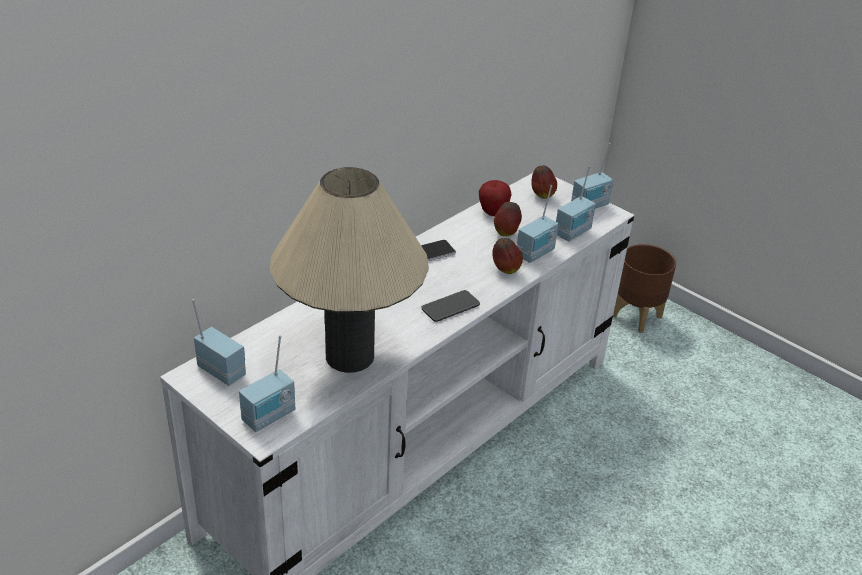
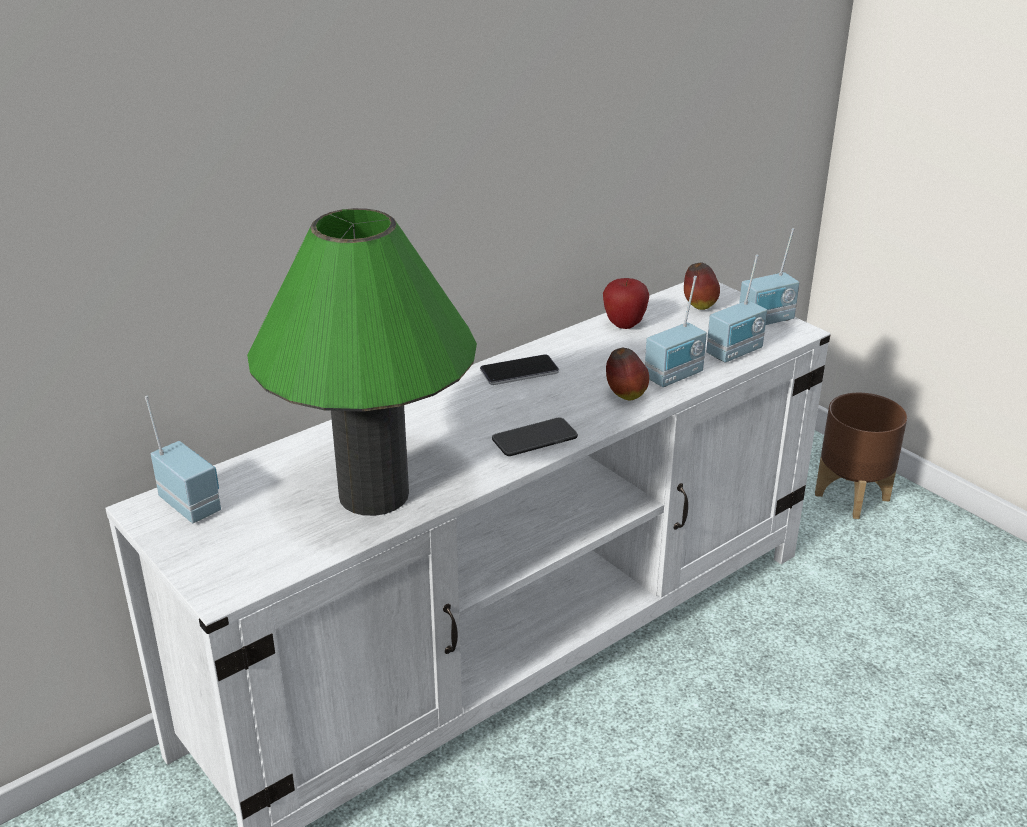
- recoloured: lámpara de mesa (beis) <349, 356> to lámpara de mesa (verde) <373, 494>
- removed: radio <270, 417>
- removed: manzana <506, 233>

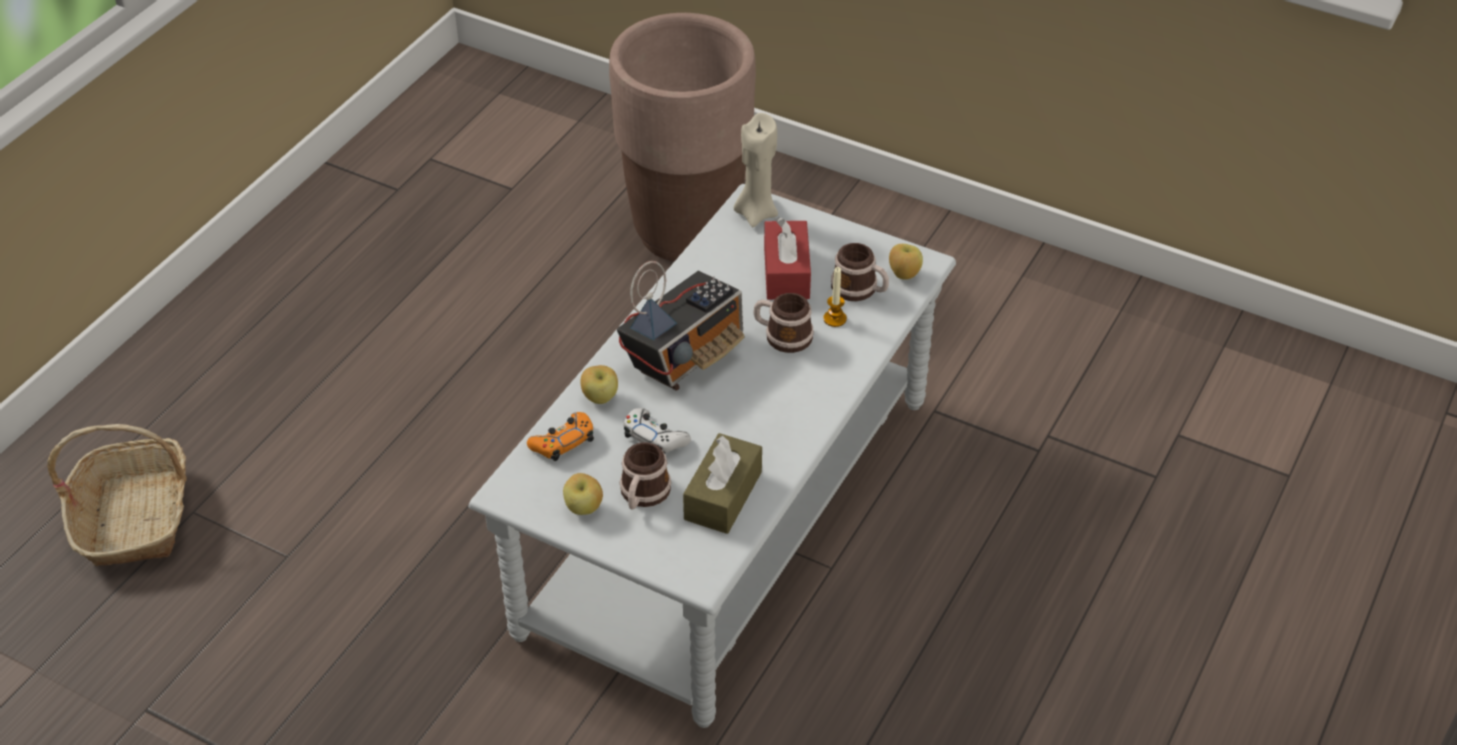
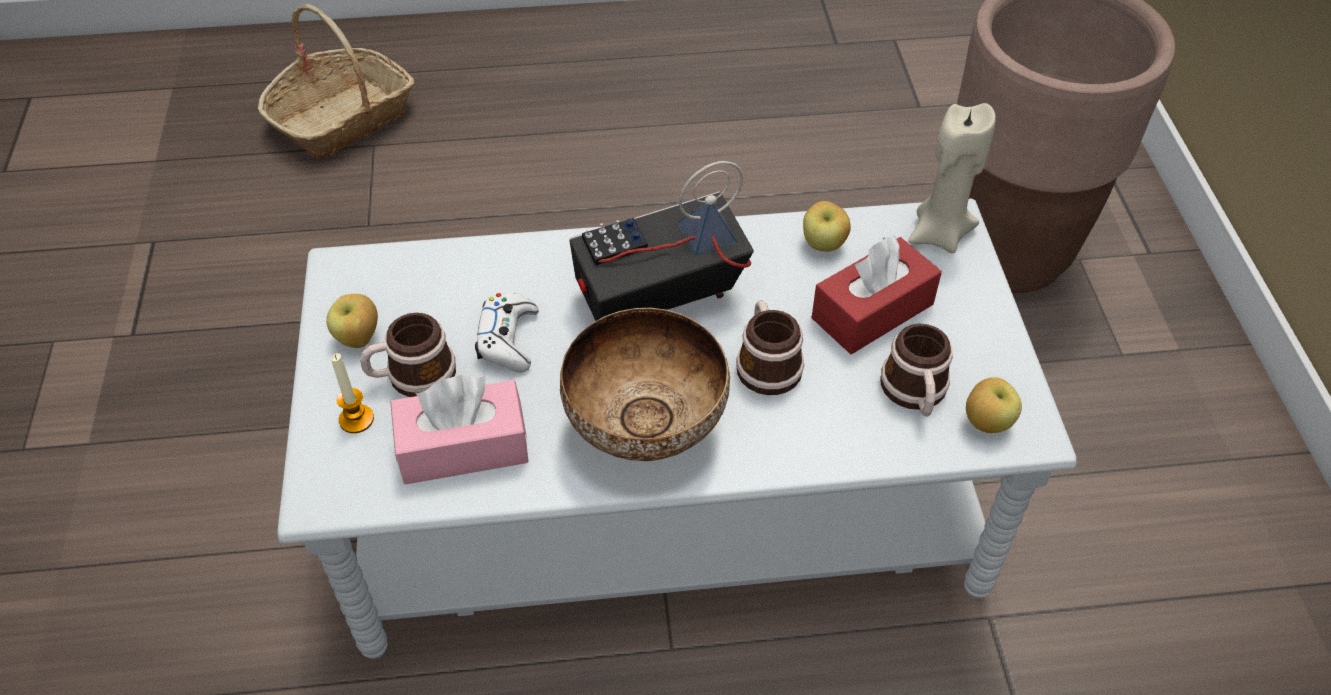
- moved: vela <835, 319> to <356, 419>
- recoloured: caja de pañuelos (marrón) <723, 495> to caja de pañuelos (rosa) <463, 447>
- added: cuenco <646, 430>
- turned: radio <686, 356> = <656, 298> 150 degrees clockwise
- moved: manzana <600, 398> to <823, 245>
- removed: mando de consola (naranja) <563, 442>

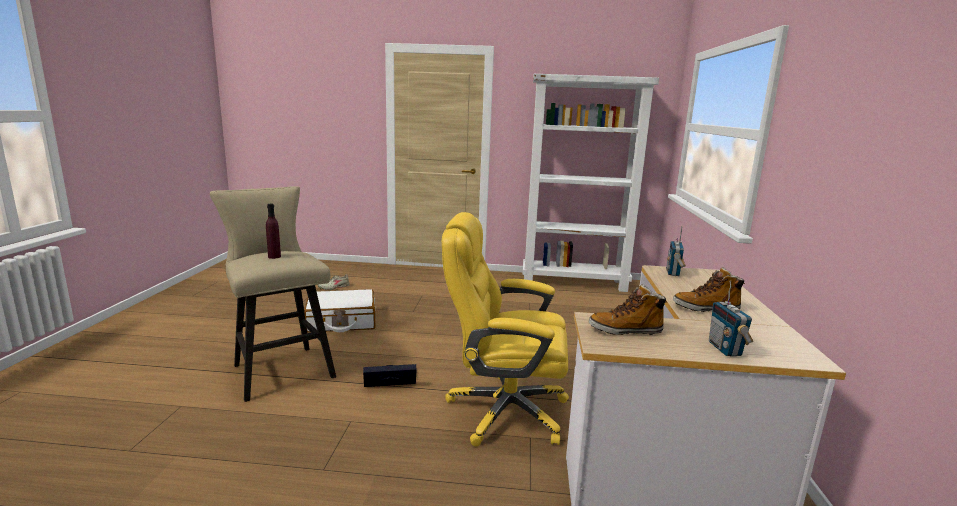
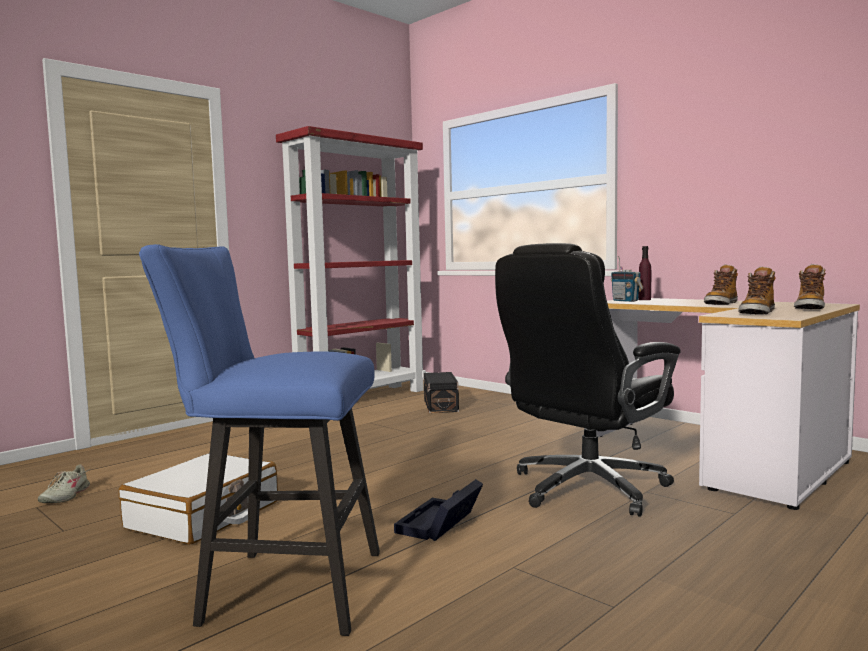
- recoloured: taburete (beis) <280, 369> to taburete (azul) <280, 588>
- recoloured: estantería (blanco) <574, 282> to estantería (rojo) <362, 398>
- added: caja de almacenaje (negro) <441, 405>
- recoloured: silla de oficina (amarillo) <504, 411> to silla de oficina (negro) <586, 489>
- moved: botella (morado) <274, 256> to <644, 299>
- replaced: radio <725, 349> to bota <810, 308>

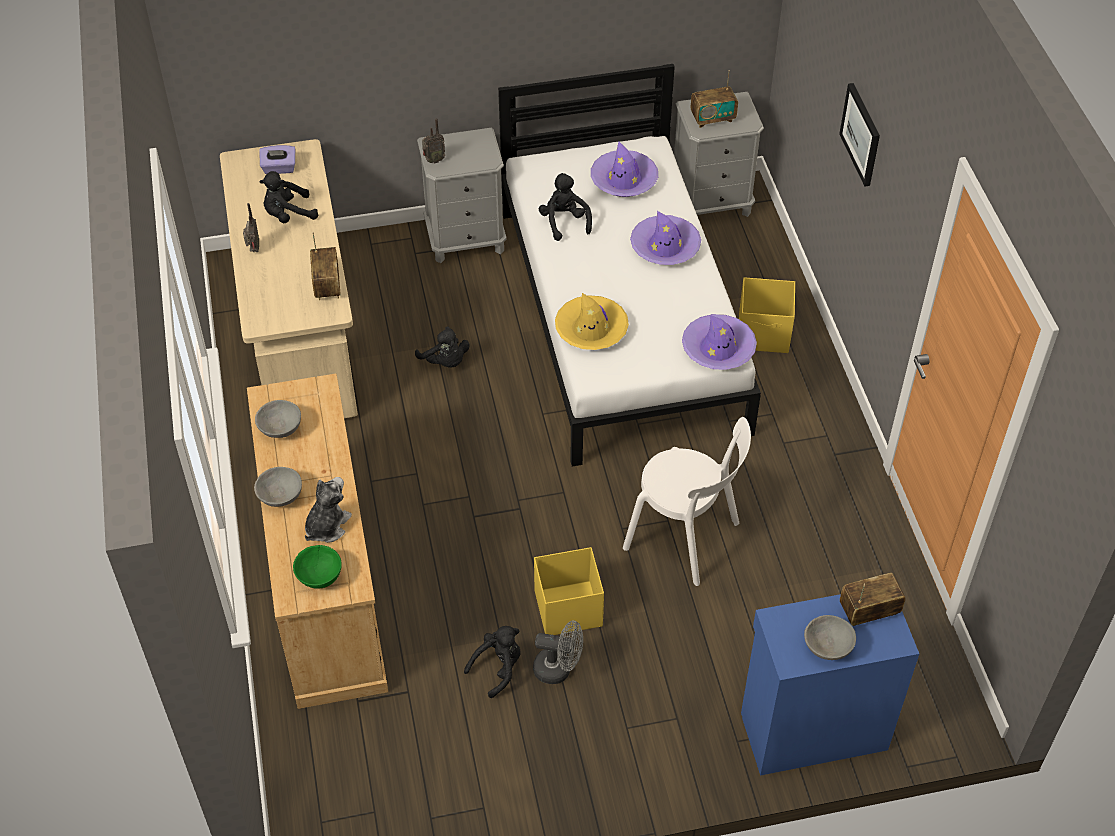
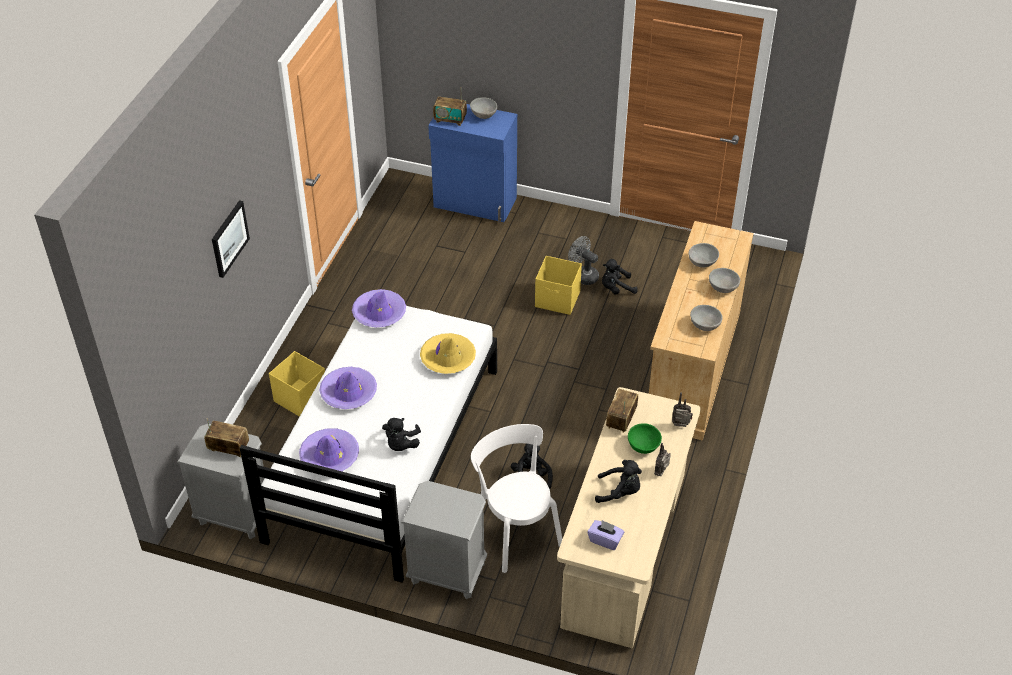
- moved: silla (blanco) <686, 538> to <515, 531>
- moved: cuenco (verde) <319, 577> to <644, 446>
- moved: radio <433, 160> to <681, 427>
- replaced: peluche <326, 526> to cuenco (gris) <702, 263>

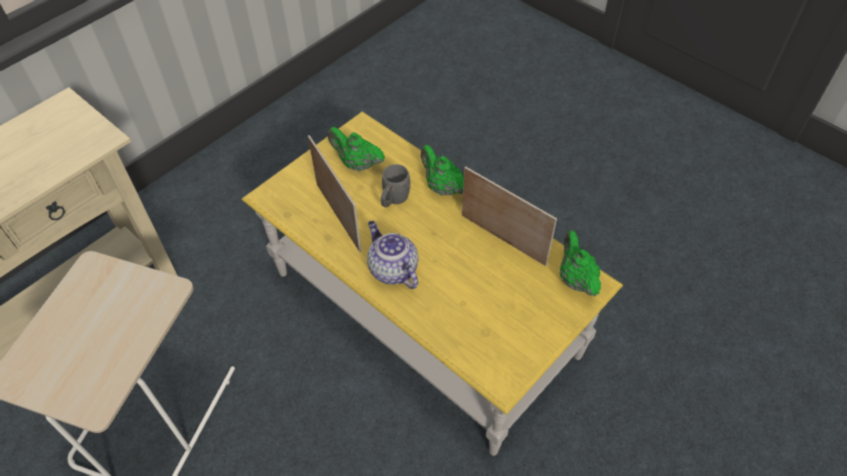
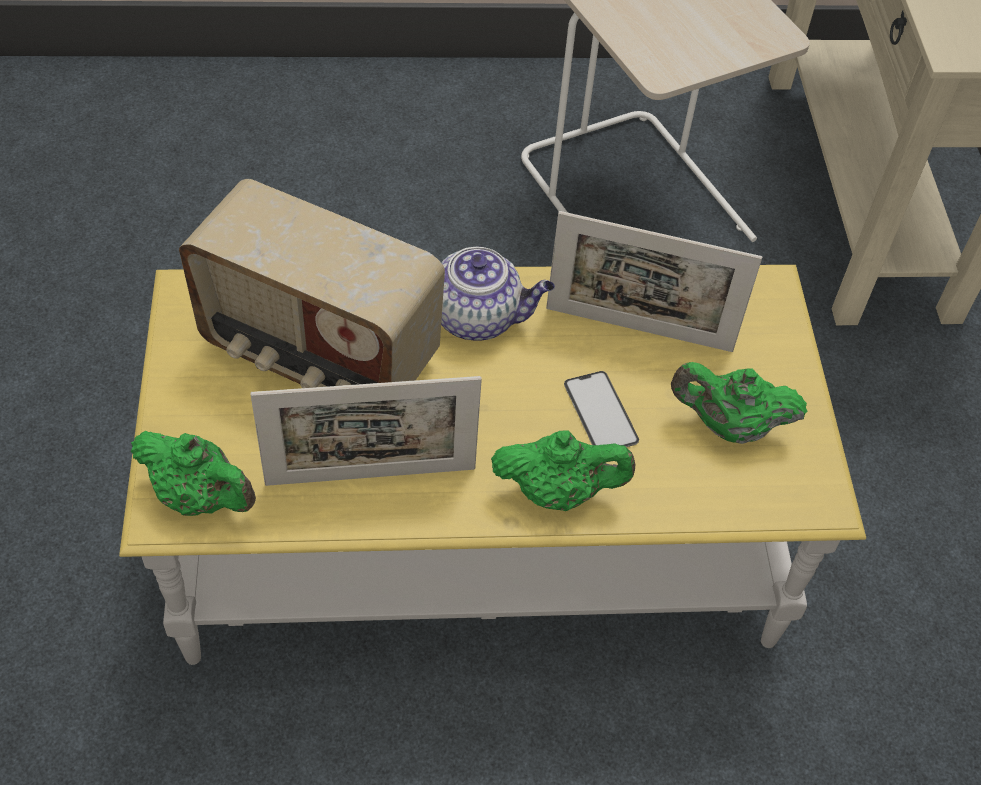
- added: radio <318, 355>
- replaced: taza grande (gris) <393, 200> to móvil <600, 412>
- turned: tetera (verde) <357, 164> = <729, 426> 150 degrees counterclockwise

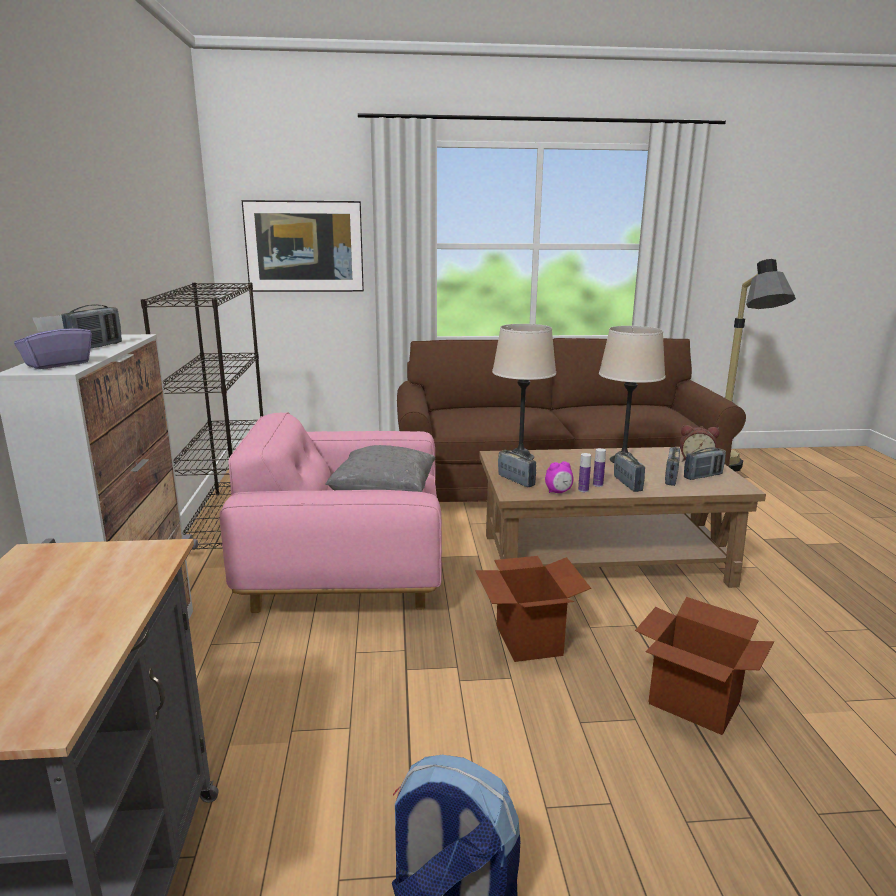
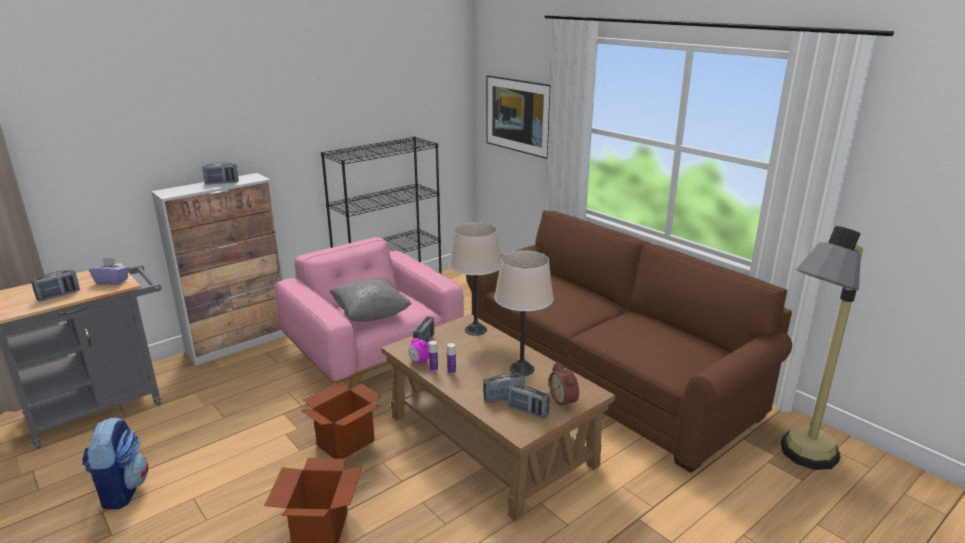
- moved: radio <627, 484> to <58, 295>
- moved: caja de pañuelos (morado) <57, 364> to <112, 281>

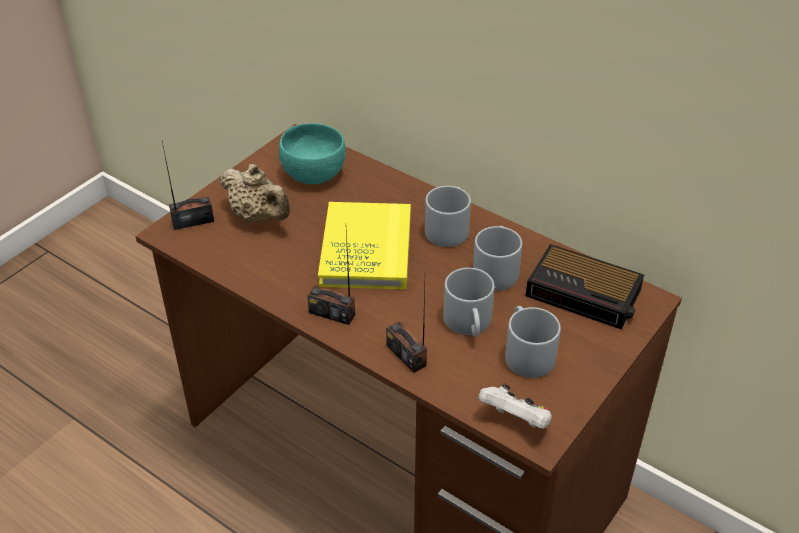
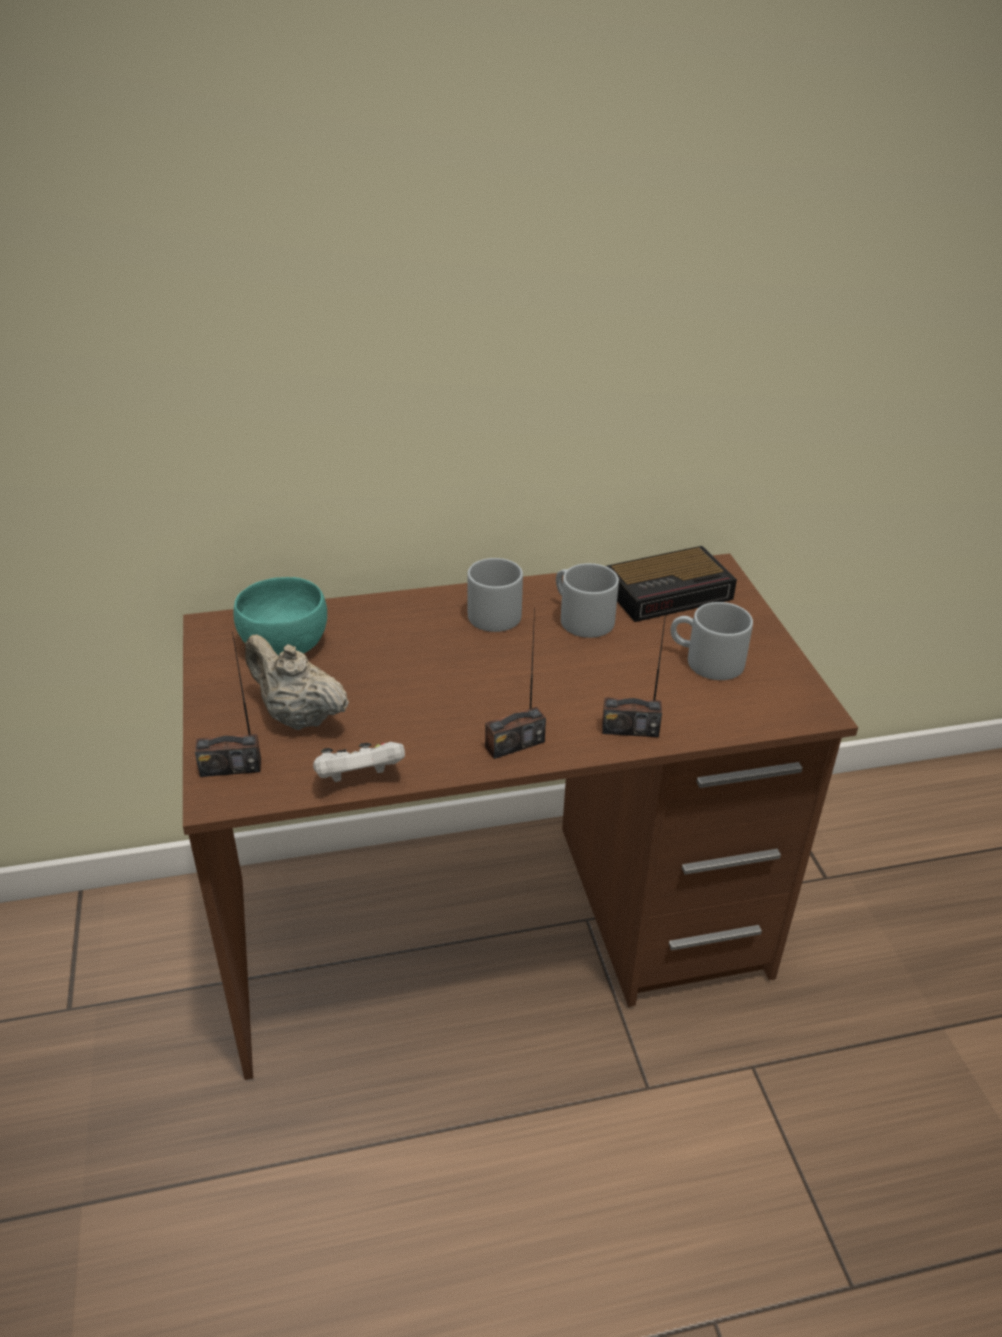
- turned: radio <193, 222> = <230, 767> 120 degrees counterclockwise
- turned: tetera (beis) <259, 217> = <298, 716> 135 degrees counterclockwise
- moved: mando de consola (blanco) <516, 420> to <359, 778>
- removed: libro (amarillo) <366, 249>
- removed: taza grande (gris) <470, 324>

